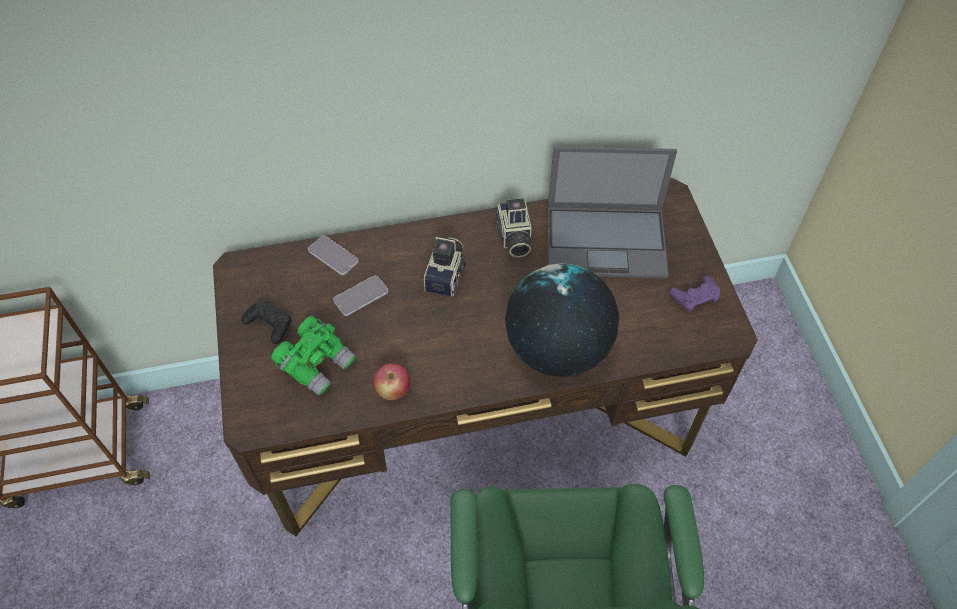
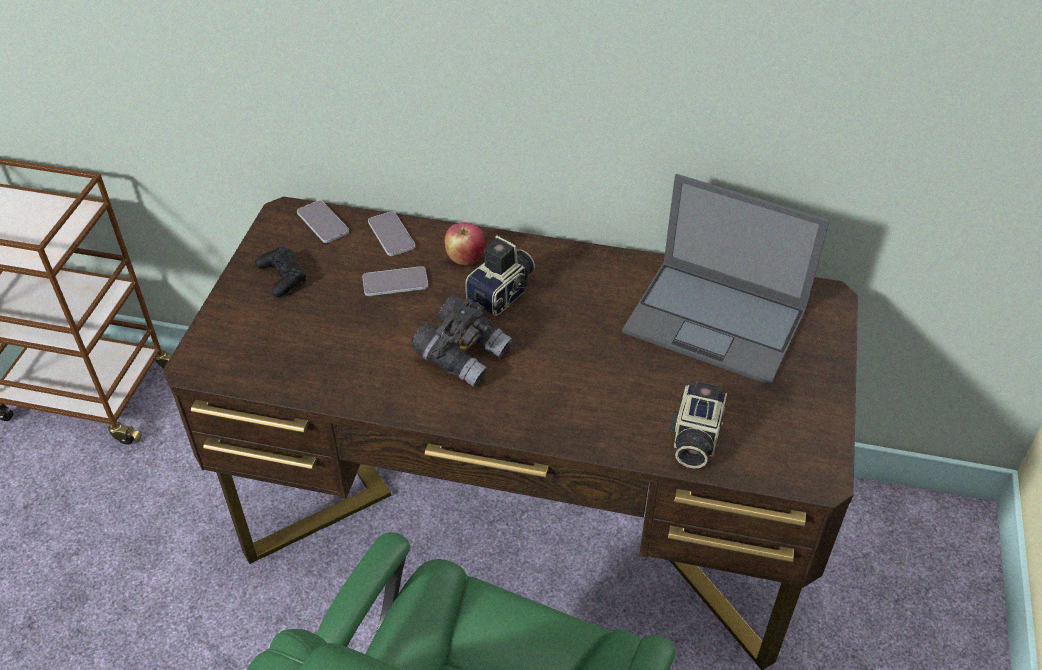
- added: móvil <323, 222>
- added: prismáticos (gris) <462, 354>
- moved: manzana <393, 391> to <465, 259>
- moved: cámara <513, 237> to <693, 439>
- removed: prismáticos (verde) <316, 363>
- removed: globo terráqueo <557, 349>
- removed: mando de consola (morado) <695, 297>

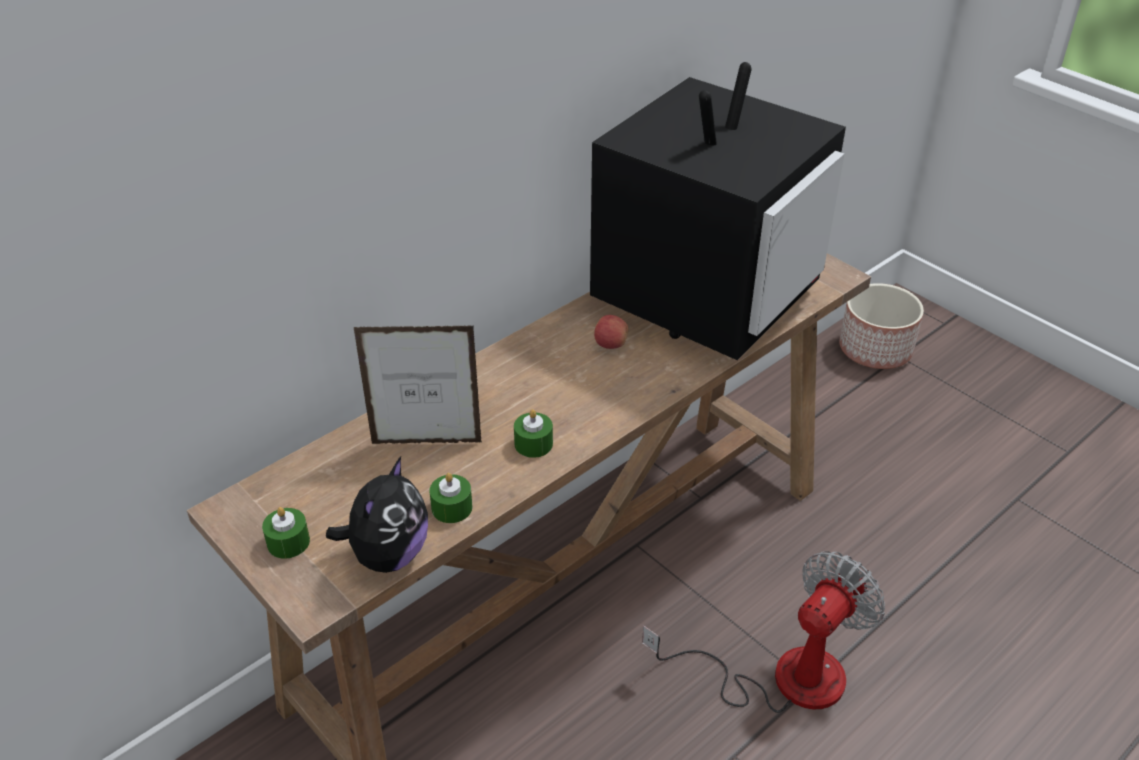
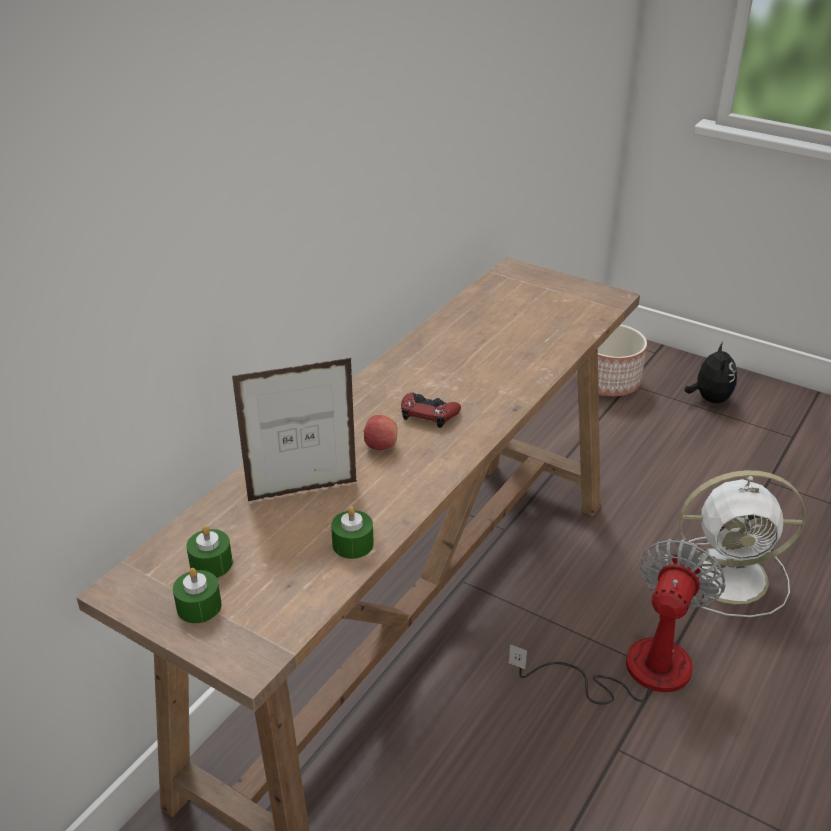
- moved: vela (verde) <533, 444> to <211, 564>
- moved: manzana <610, 344> to <380, 446>
- added: mando de consola (rojo) <428, 414>
- added: ventilador (blanco) <731, 575>
- moved: peluche <388, 555> to <709, 399>
- removed: televisor <706, 297>

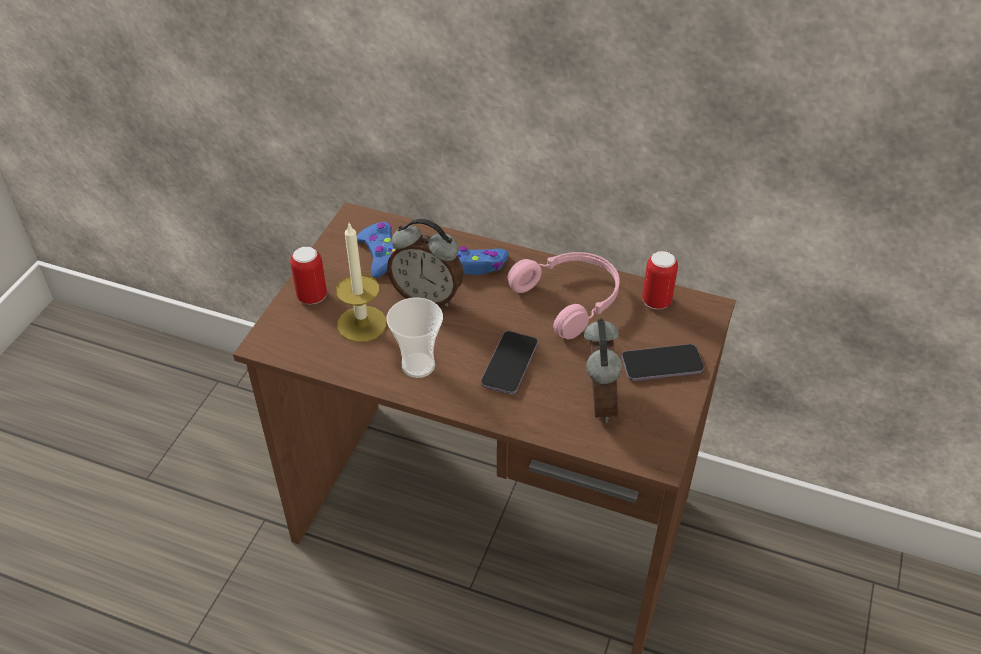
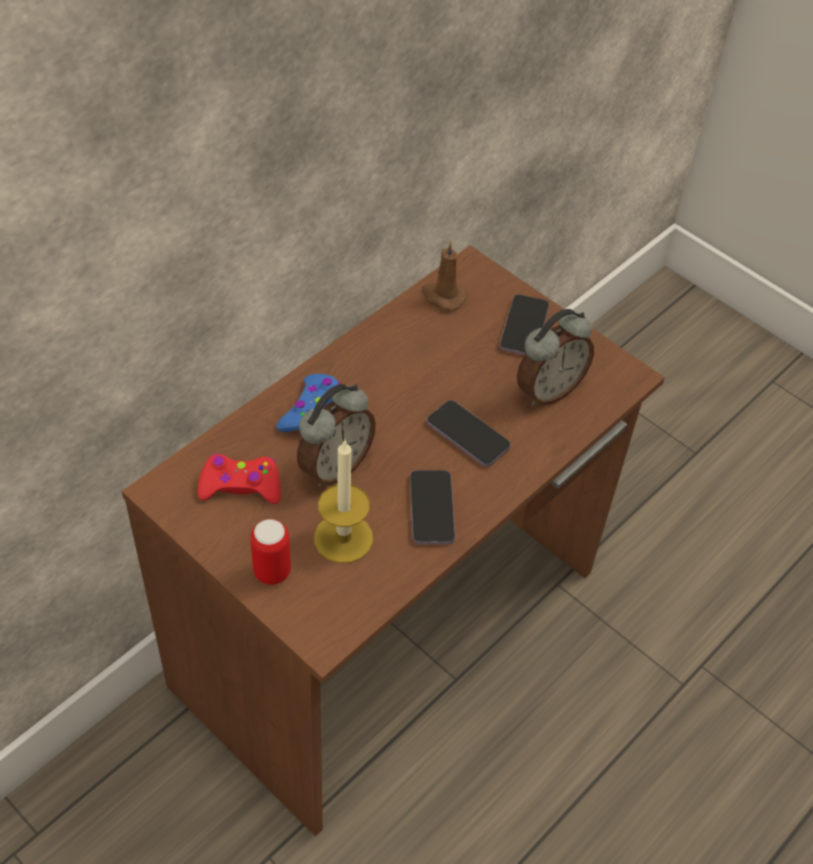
- recoloured: mando de consola (azul) <380, 254> to mando de consola (rojo) <240, 486>
- replaced: taza <418, 365> to móvil <431, 509>
- replaced: lata <656, 301> to vela (marrón) <443, 296>
- turned: despertador <597, 402> = <548, 390> 120 degrees clockwise
- removed: auriculares (rosa) <571, 299>

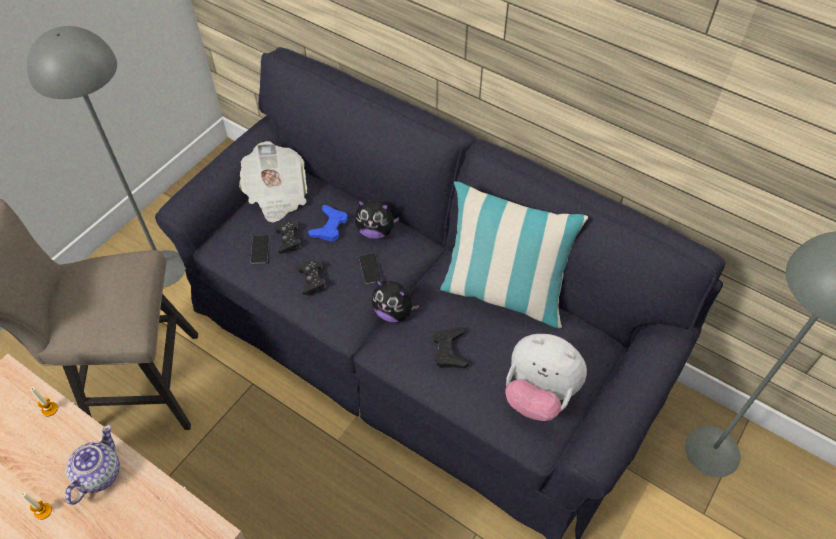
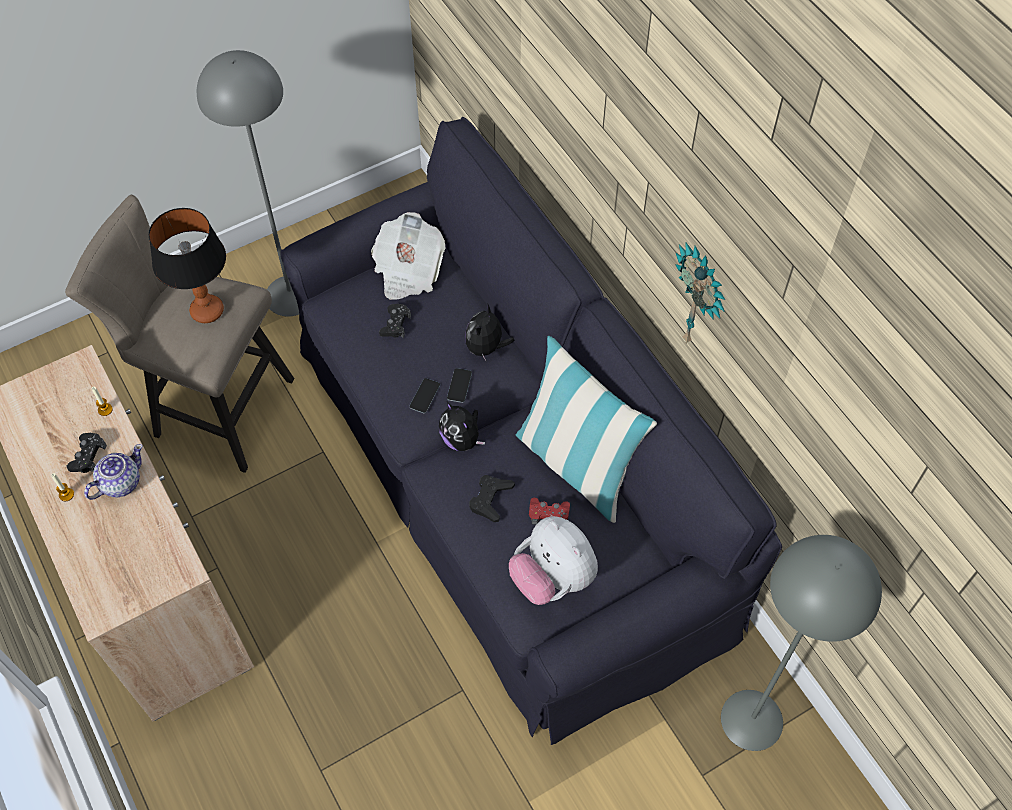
- moved: mando de consola (negro) <312, 280> to <88, 456>
- added: lámpara de mesa <207, 311>
- moved: móvil <260, 249> to <424, 396>
- turned: peluche <376, 231> = <486, 348> 75 degrees clockwise
- added: mando de consola (rojo) <548, 514>
- added: reloj de pared <700, 298>
- removed: mando de consola (azul) <329, 226>

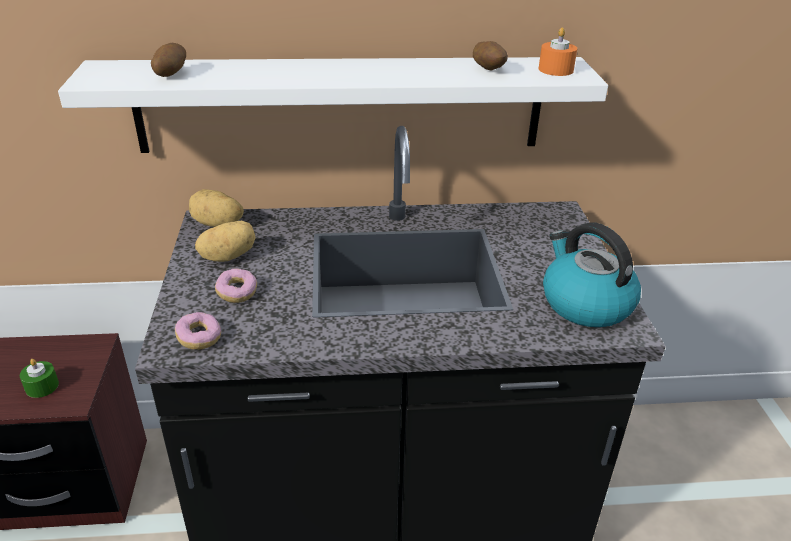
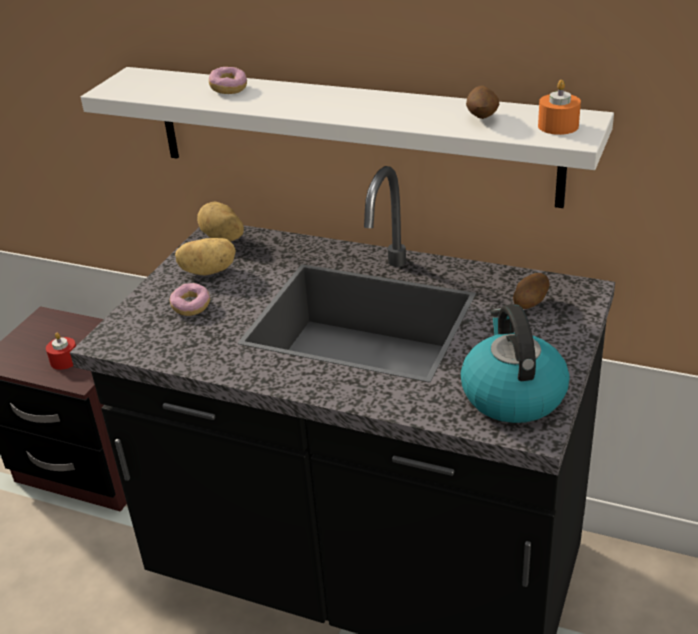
- recoloured: vela (verde) <42, 386> to vela (rojo) <64, 360>
- moved: rosquilla <199, 339> to <229, 89>
- moved: patata <170, 74> to <529, 303>

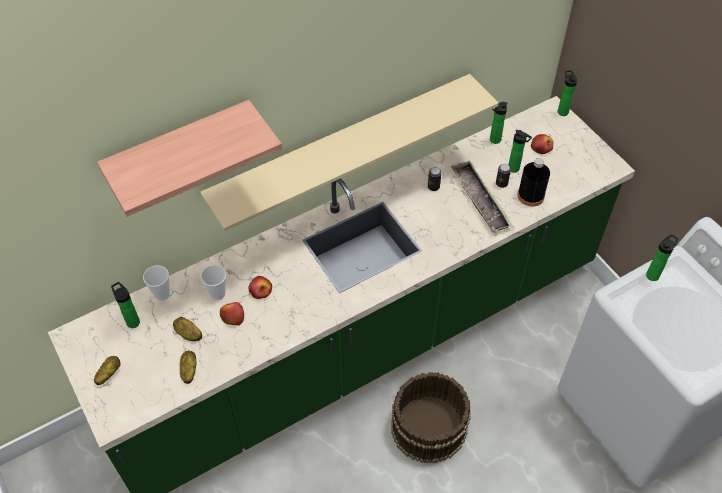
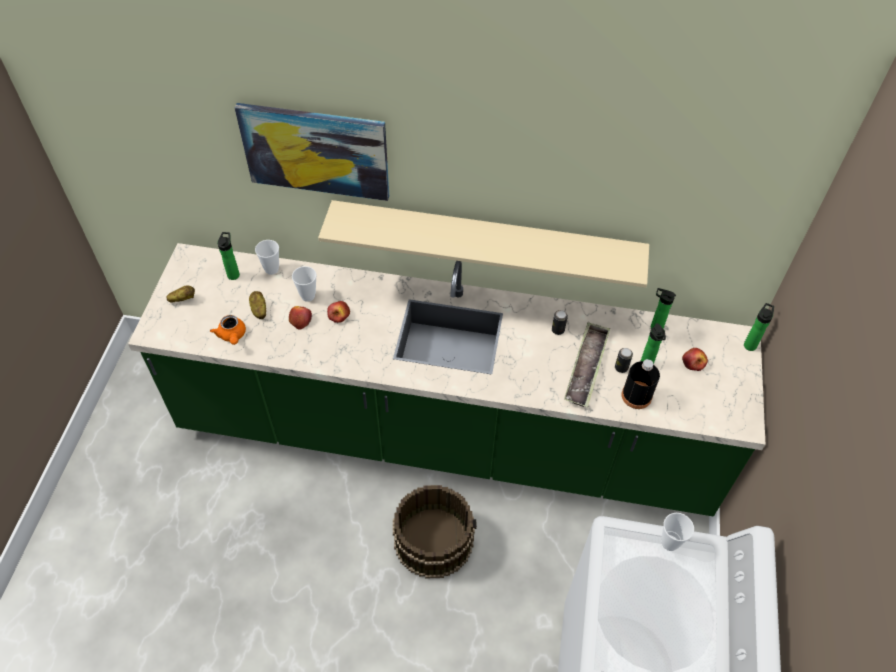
- replaced: patata <189, 371> to tetera (naranja) <232, 336>
- replaced: estante <180, 150> to cuadro <316, 150>
- replaced: botella <653, 274> to taza <669, 542>

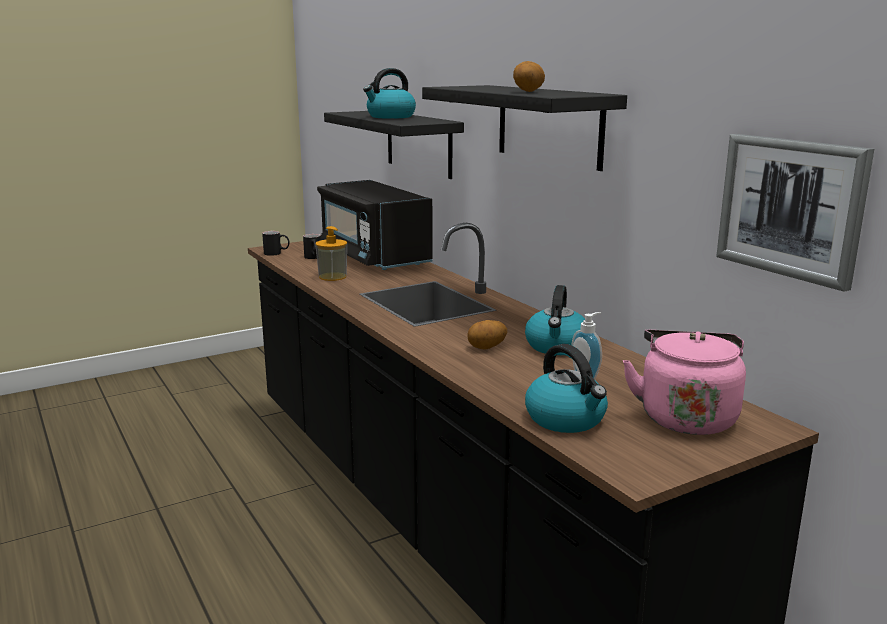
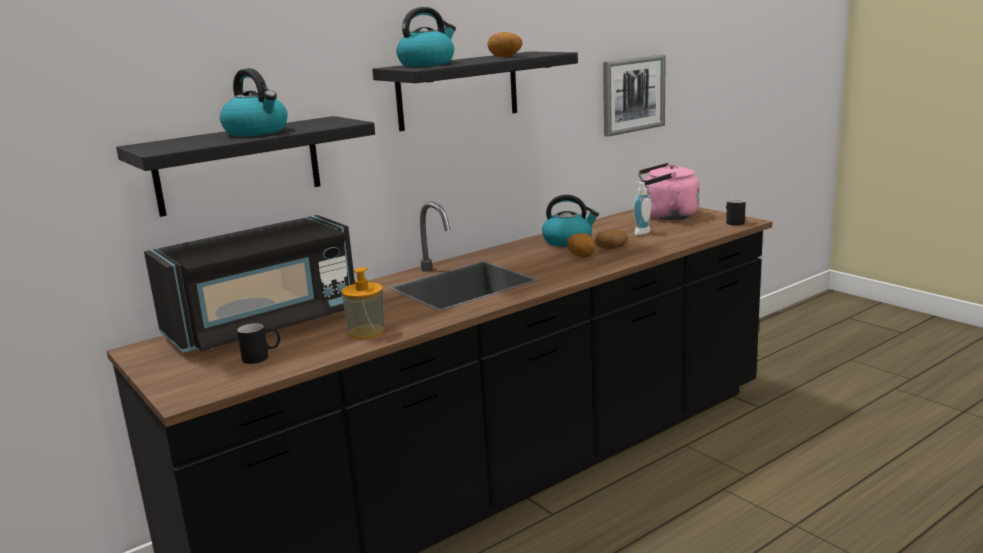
- moved: hervidor <566, 419> to <427, 64>
- added: patata <611, 248>
- moved: taza grande (negro) <277, 253> to <733, 221>

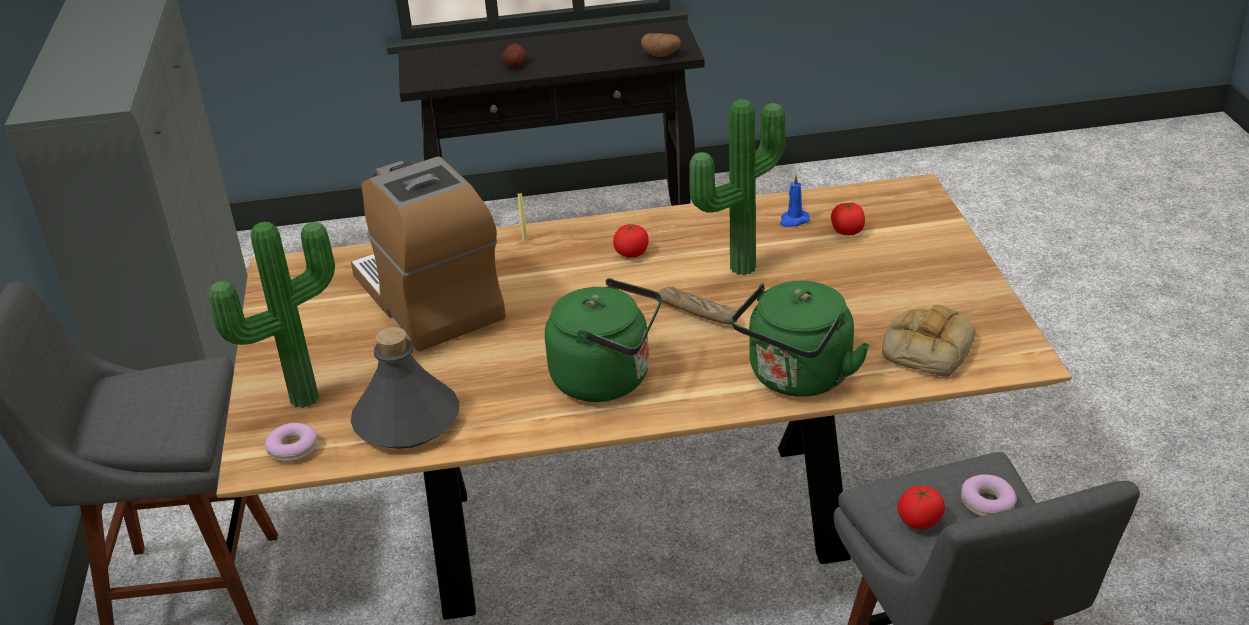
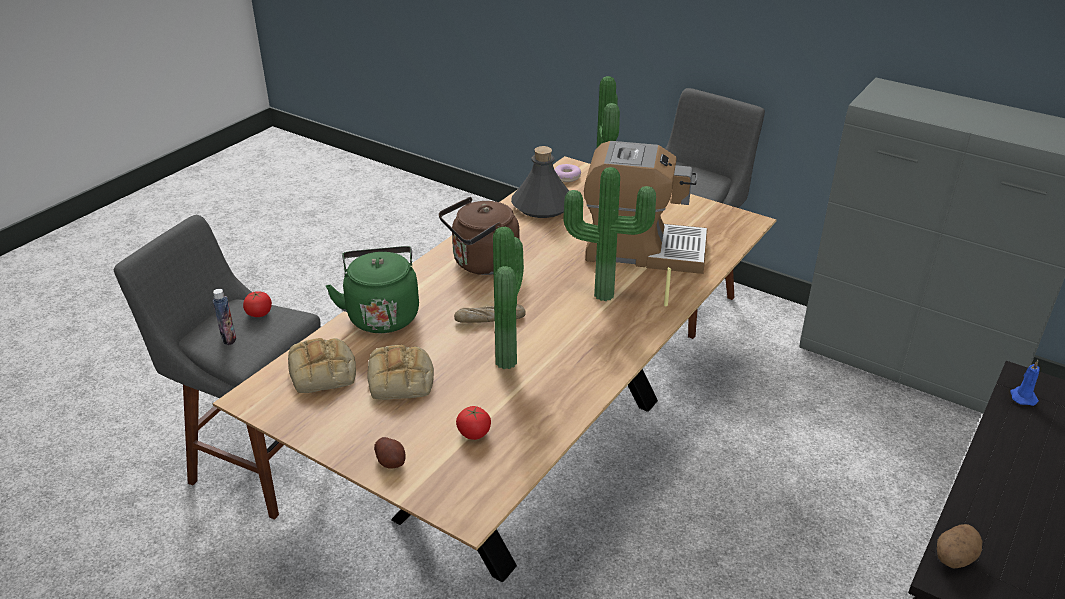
- replaced: rosquilla <987, 503> to botella <229, 339>
- added: pan <401, 380>
- moved: patata <514, 64> to <391, 461>
- recoloured: hervidor (verde) <608, 379> to hervidor (marrón) <482, 264>
- added: planta en maceta <604, 293>
- moved: vela (azul) <793, 220> to <1022, 397>
- removed: tomate <631, 253>

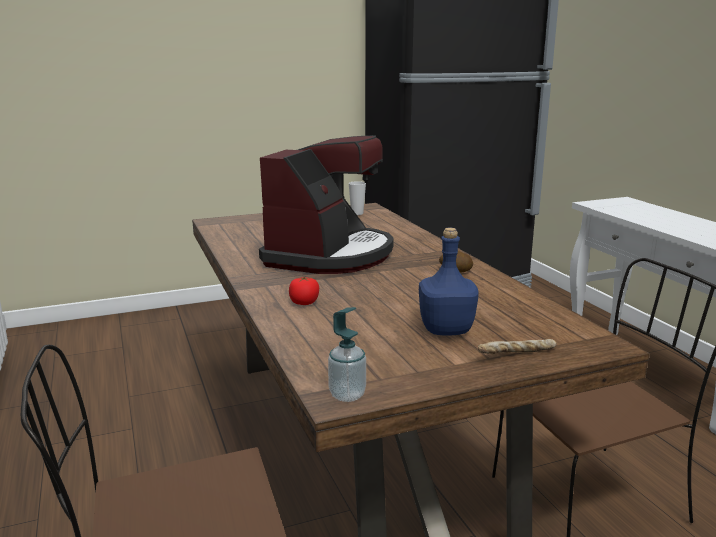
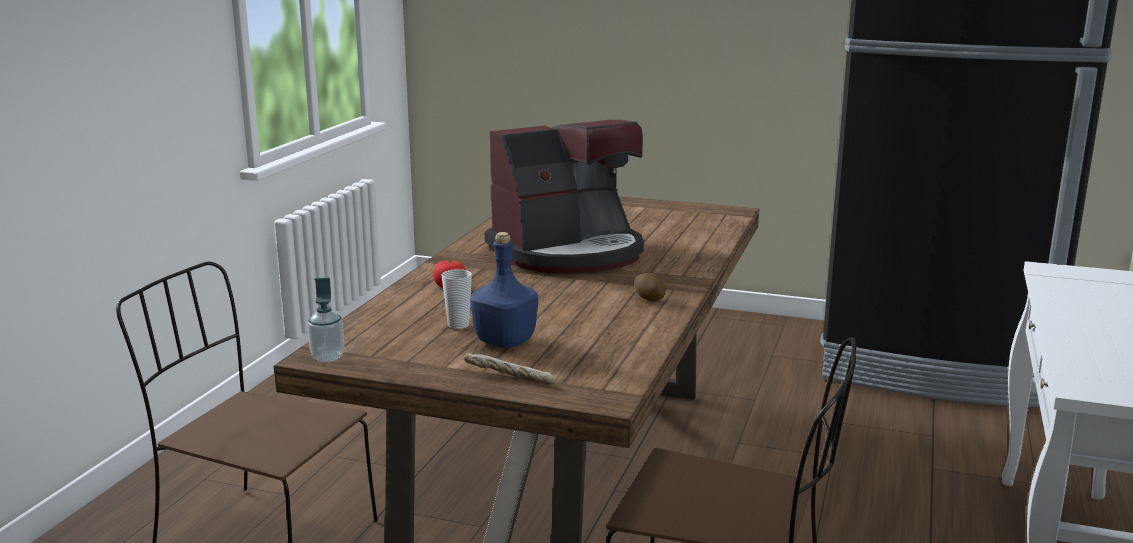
- moved: taza <357, 213> to <458, 325>

